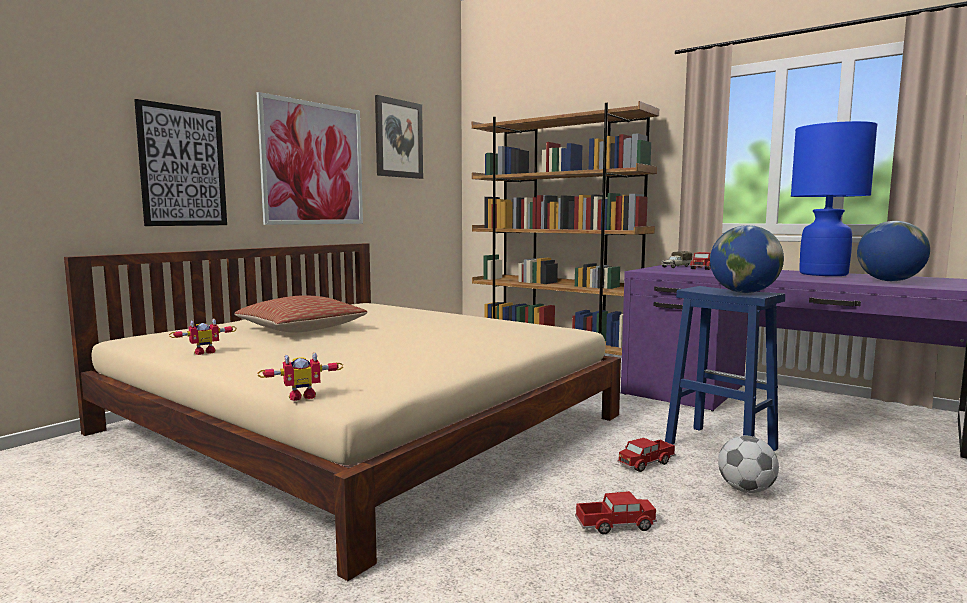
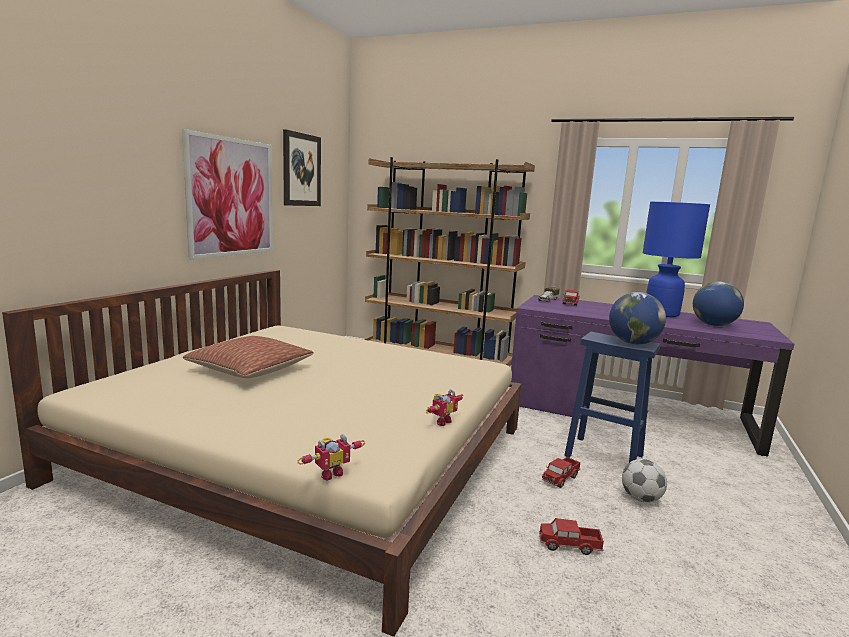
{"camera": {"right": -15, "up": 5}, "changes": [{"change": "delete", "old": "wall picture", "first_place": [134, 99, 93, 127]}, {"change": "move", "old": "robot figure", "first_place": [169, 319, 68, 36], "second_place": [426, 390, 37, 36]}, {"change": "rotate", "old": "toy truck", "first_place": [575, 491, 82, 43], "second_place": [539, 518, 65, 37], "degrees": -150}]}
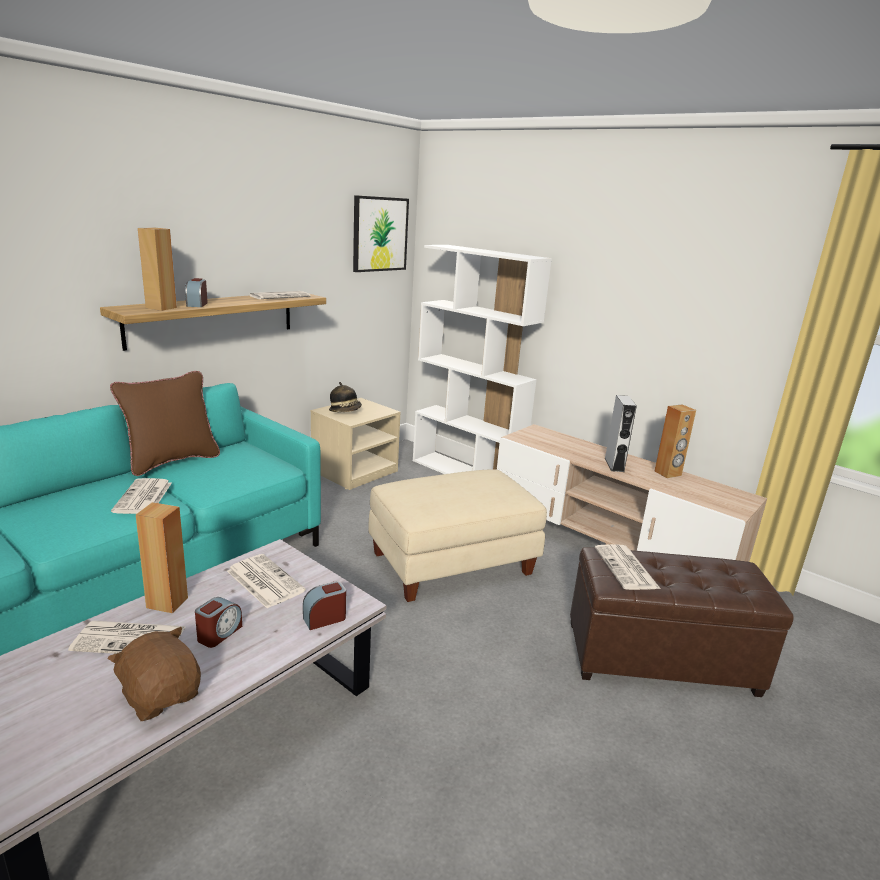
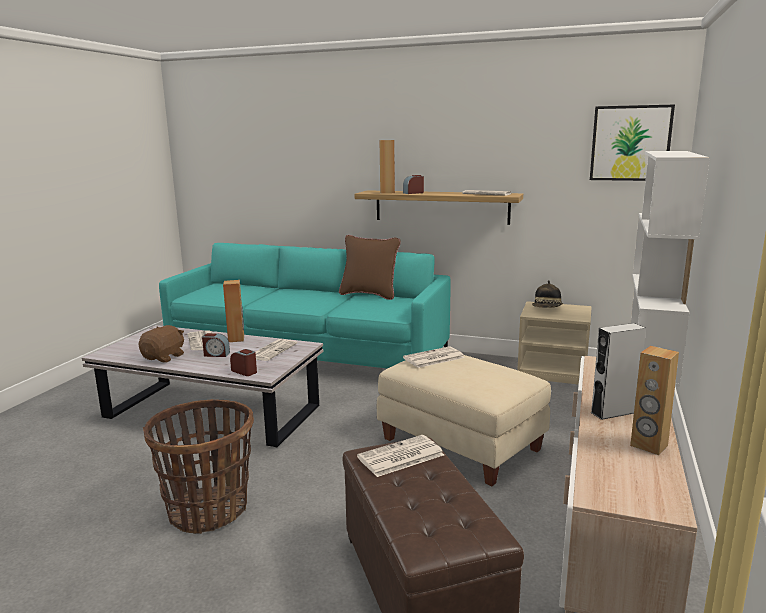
{"camera": {"right": 70, "up": -5}, "changes": [{"change": "move", "old": "newspaper", "first_place": [111, 478, 61, 36], "second_place": [403, 346, 62, 22]}, {"change": "insert", "new": "household basket", "second_place": [143, 399, 111, 135]}]}
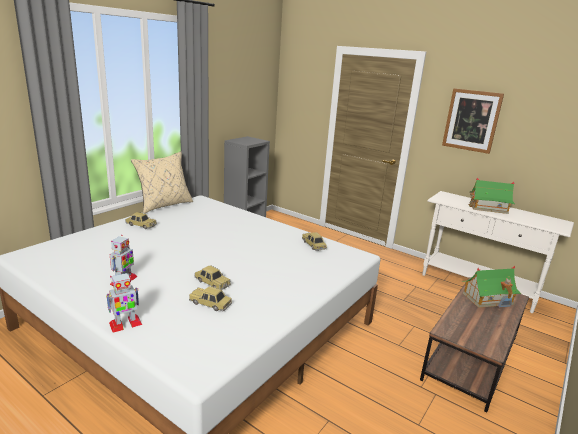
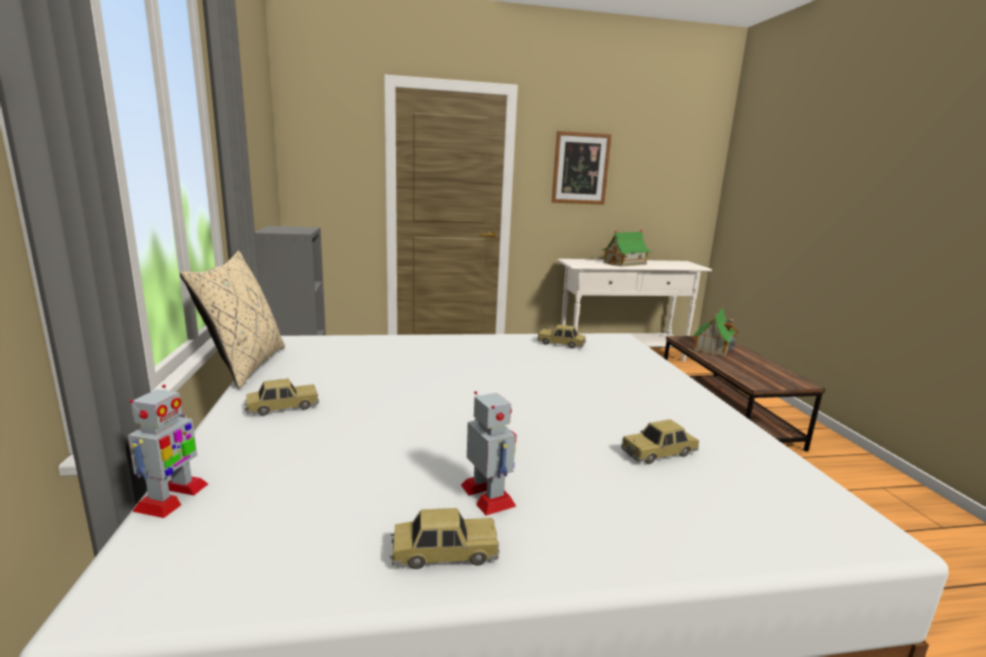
{"camera": {"right": -45, "up": -5}, "changes": [{"change": "move", "old": "toy car", "first_place": [195, 265, 36, 25], "second_place": [389, 508, 110, 61]}, {"change": "move", "old": "robot figure", "first_place": [106, 272, 36, 61], "second_place": [127, 385, 81, 133]}]}
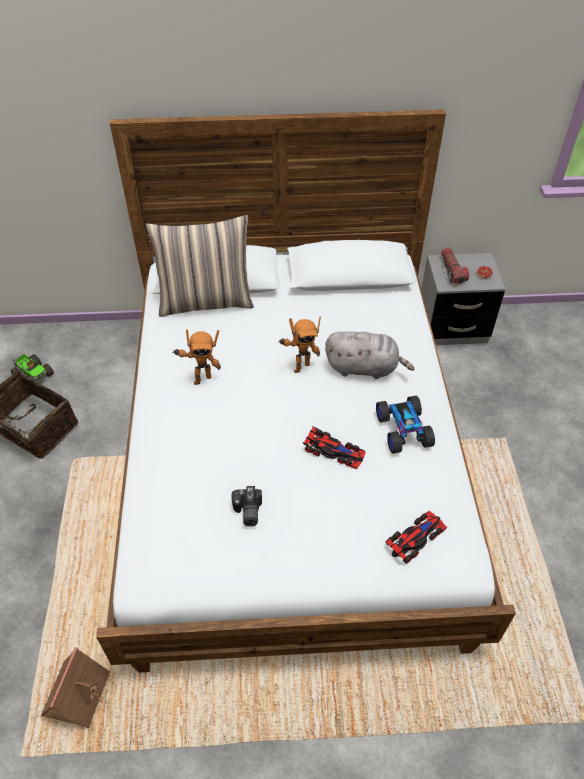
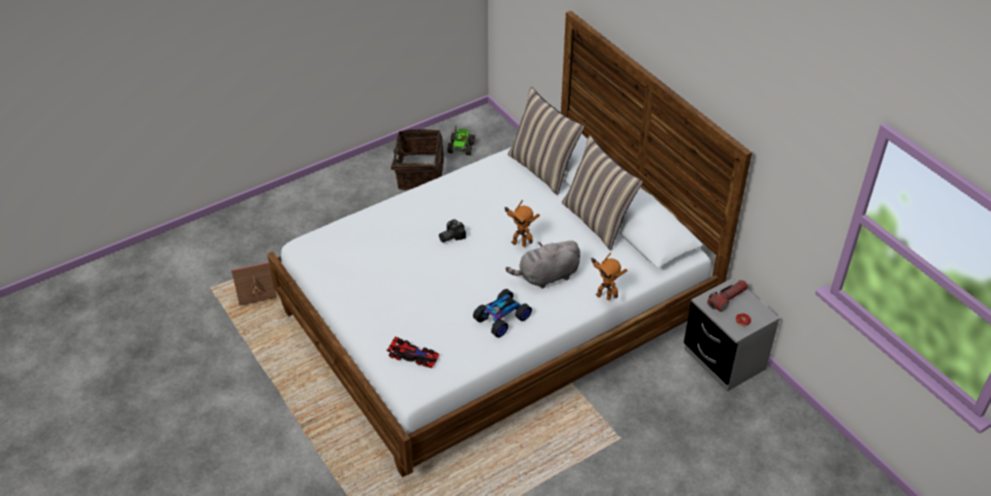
{"camera": {"right": 60, "up": -5}, "changes": [{"change": "move", "old": "robot figure", "first_place": [172, 329, 49, 56], "second_place": [592, 252, 36, 48]}, {"change": "rotate", "old": "soft toy in gray", "first_place": [325, 331, 89, 48], "second_place": [506, 240, 74, 49], "degrees": 90}, {"change": "delete", "old": "toy car", "first_place": [303, 426, 63, 43]}, {"change": "move", "old": "still camera", "first_place": [231, 486, 31, 41], "second_place": [439, 219, 27, 24]}, {"change": "insert", "new": "pillow", "second_place": [562, 135, 81, 115]}]}
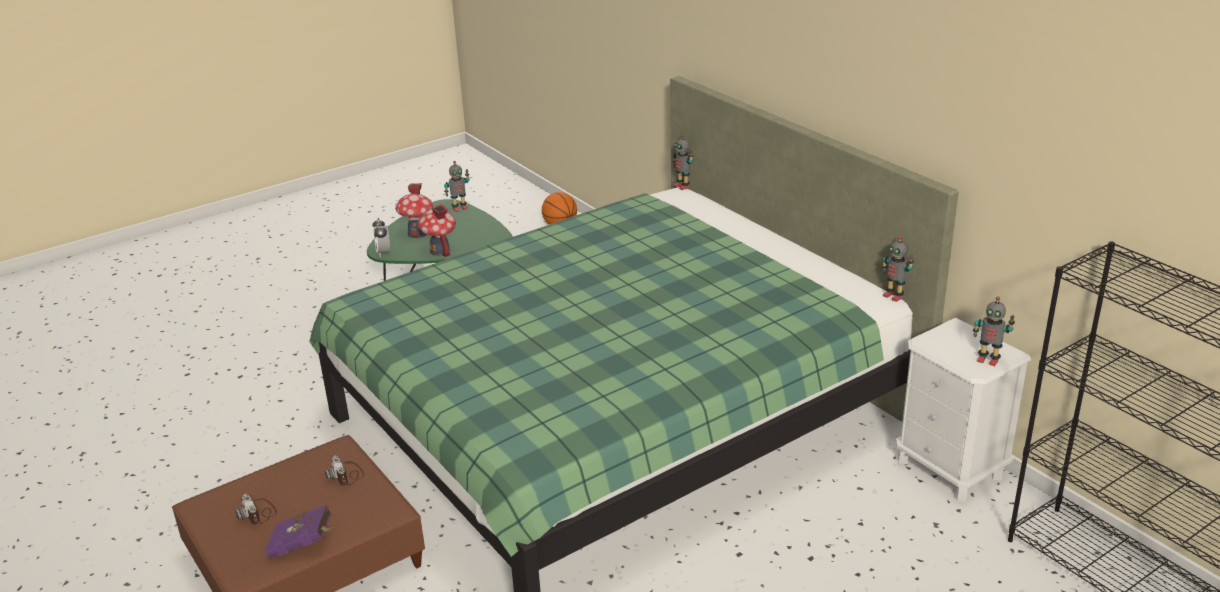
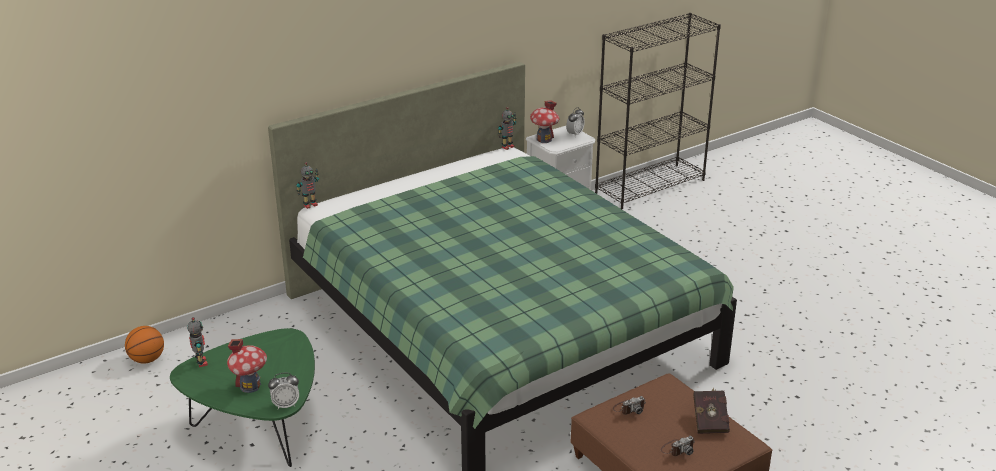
{"camera": {"right": -90, "up": 0}, "changes": [{"change": "move", "old": "miniature house", "first_place": [417, 204, 39, 53], "second_place": [530, 100, 29, 43]}, {"change": "replace", "old": "robot figure", "new": "table clock", "first_place": [973, 297, 42, 69], "second_place": [566, 107, 19, 30]}, {"change": "recolor", "old": "volume in purple-coloured", "new": "volume in reddish", "first_place": [265, 505, 70, 53], "second_place": [693, 388, 37, 46]}]}
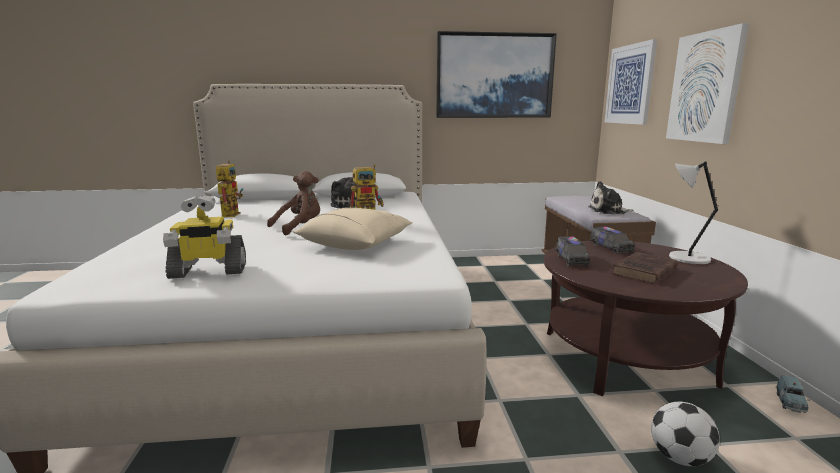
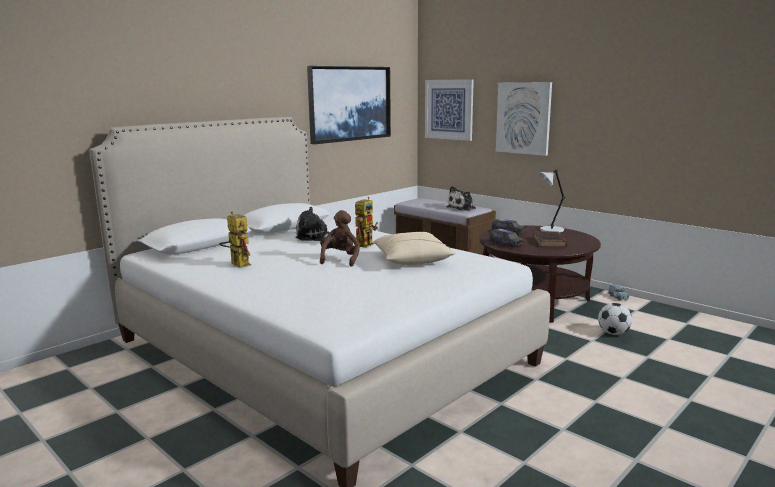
{"camera": {"right": -40, "up": 0}, "changes": [{"change": "delete", "old": "robot figure", "first_place": [163, 195, 83, 84]}]}
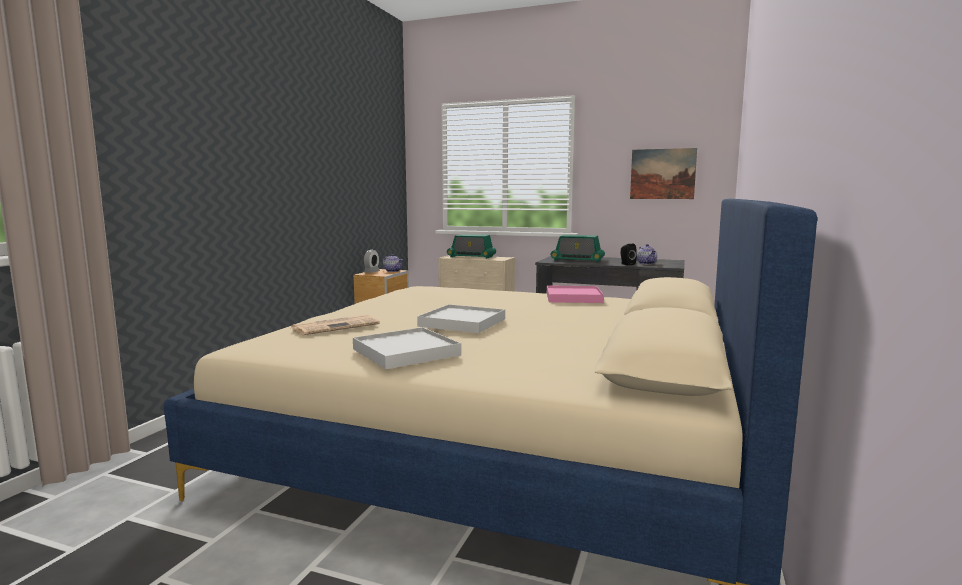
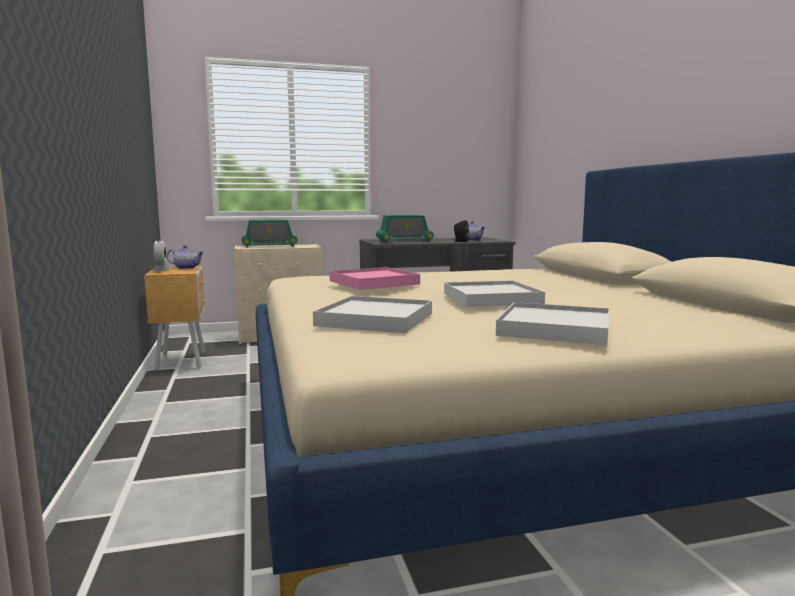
{"camera": {"right": -35, "up": 0}, "changes": [{"change": "delete", "old": "wall picture", "first_place": [630, 148, 67, 51]}, {"change": "move", "old": "tray in pink-coloured", "first_place": [547, 285, 57, 18], "second_place": [329, 267, 91, 23]}, {"change": "replace", "old": "newspaper", "new": "tray in white-coloured", "first_place": [291, 315, 89, 20], "second_place": [313, 296, 119, 37]}]}
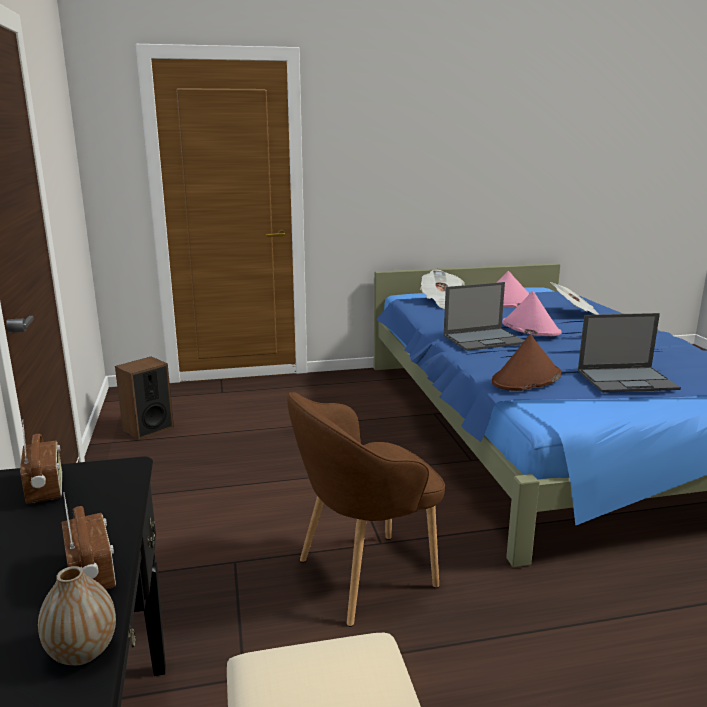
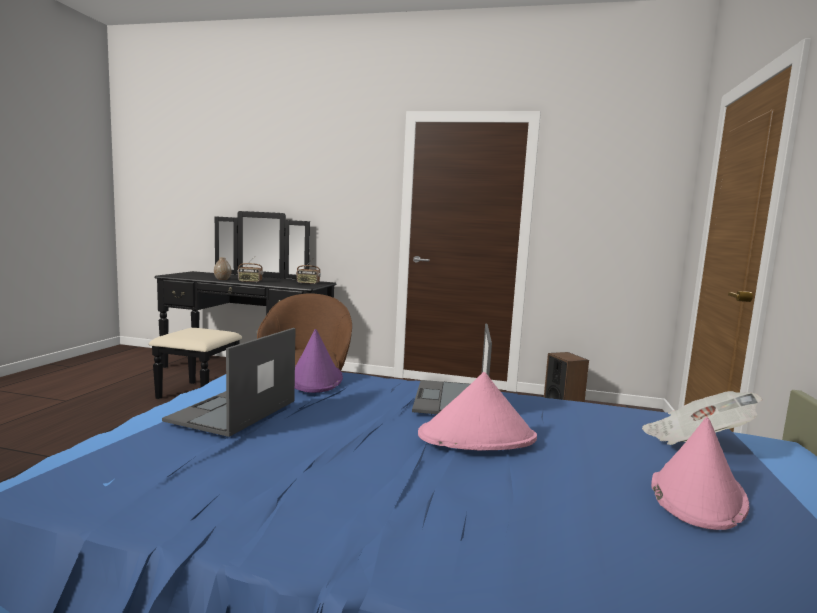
{"camera": {"right": 115, "up": -10}, "changes": [{"change": "delete", "old": "newspaper", "first_place": [550, 282, 48, 33]}, {"change": "recolor", "old": "hat in brown", "new": "hat in purple-coloured", "first_place": [492, 334, 69, 57], "second_place": [295, 329, 48, 64]}]}
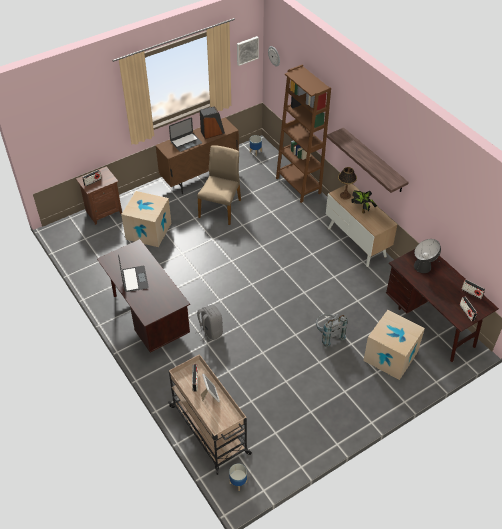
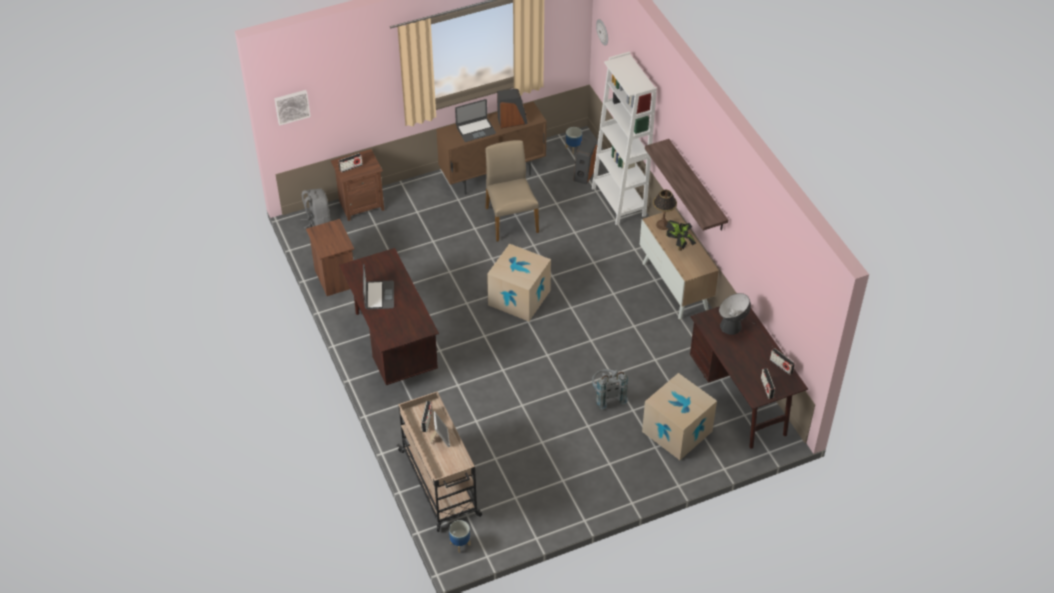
{"camera": {"right": 10, "up": 0}, "changes": [{"change": "move", "old": "wall picture", "first_place": [237, 36, 22, 30], "second_place": [274, 90, 37, 36]}, {"change": "recolor", "old": "bookcase in brown", "new": "bookcase in white-coloured", "first_place": [276, 65, 55, 138], "second_place": [592, 52, 65, 173]}, {"change": "rotate", "old": "chair in sand-coloured", "first_place": [198, 145, 43, 80], "second_place": [485, 140, 54, 102], "degrees": -45}, {"change": "move", "old": "packing box", "first_place": [121, 191, 50, 56], "second_place": [487, 244, 64, 77]}, {"change": "move", "old": "rucksack in gray", "first_place": [195, 305, 28, 36], "second_place": [301, 189, 29, 39]}, {"change": "insert", "new": "audio speaker", "second_place": [573, 139, 24, 45]}, {"change": "insert", "new": "nightstand in brown", "second_place": [306, 219, 48, 77]}]}
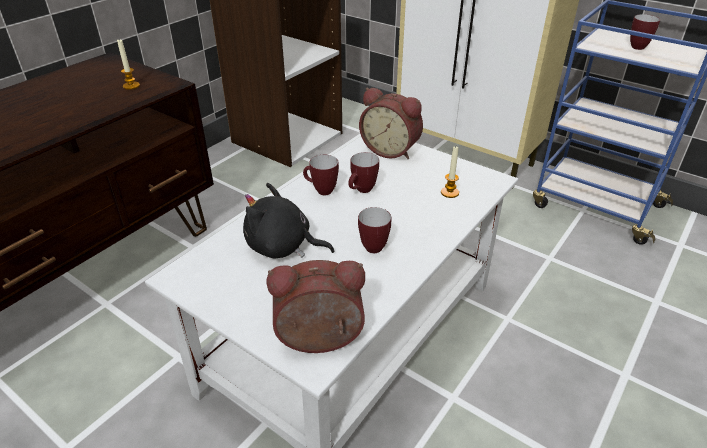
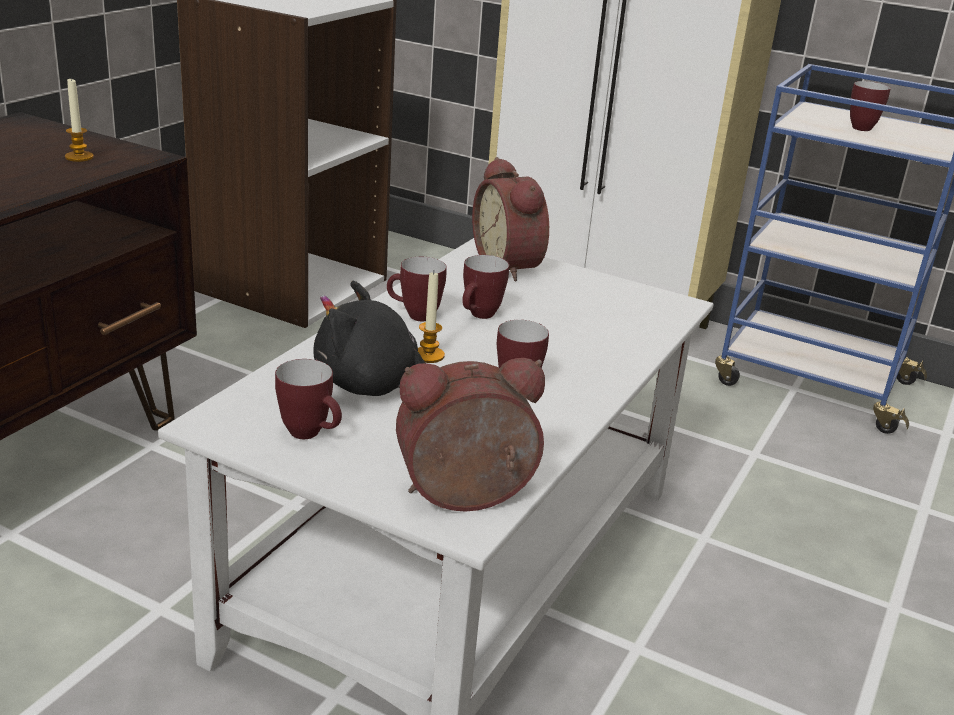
{"camera": {"right": -10, "up": -10}, "changes": [{"change": "rotate", "old": "table clock", "first_place": [359, 87, 64, 72], "second_place": [472, 157, 77, 124], "degrees": 45}, {"change": "move", "old": "wax candle", "first_place": [441, 146, 18, 52], "second_place": [418, 271, 27, 92]}, {"change": "insert", "new": "coffee mug", "second_place": [275, 359, 67, 80]}]}
